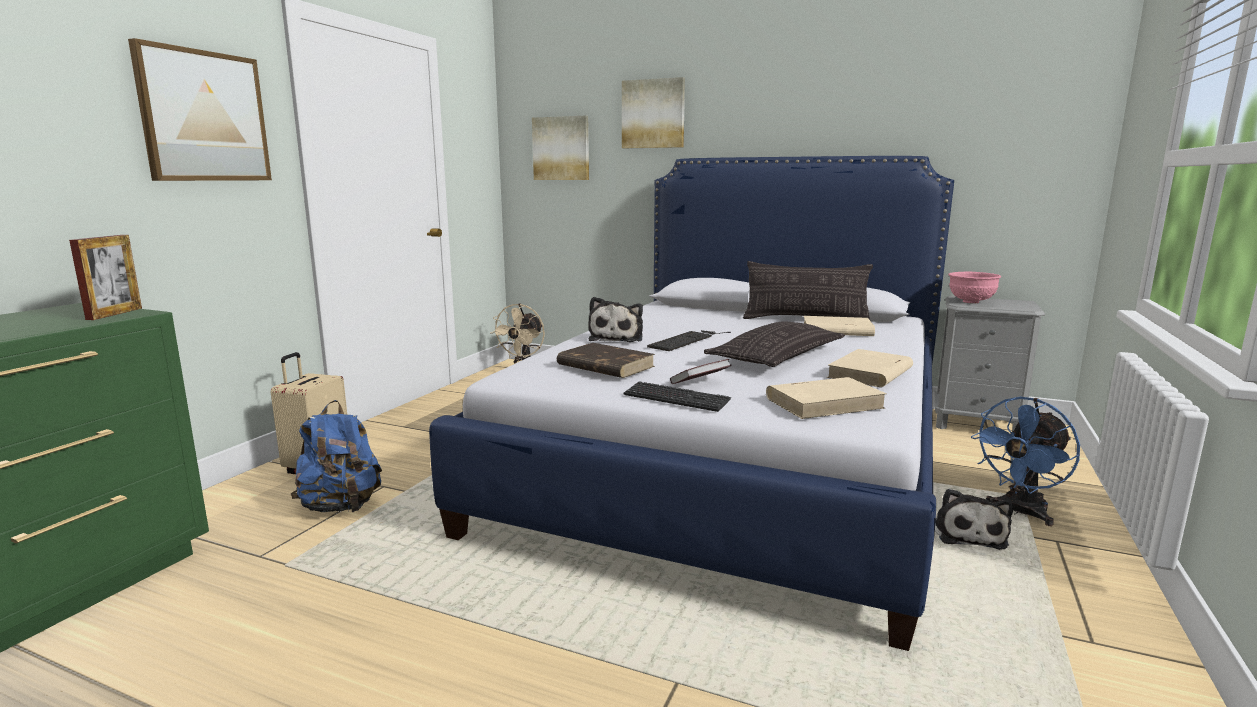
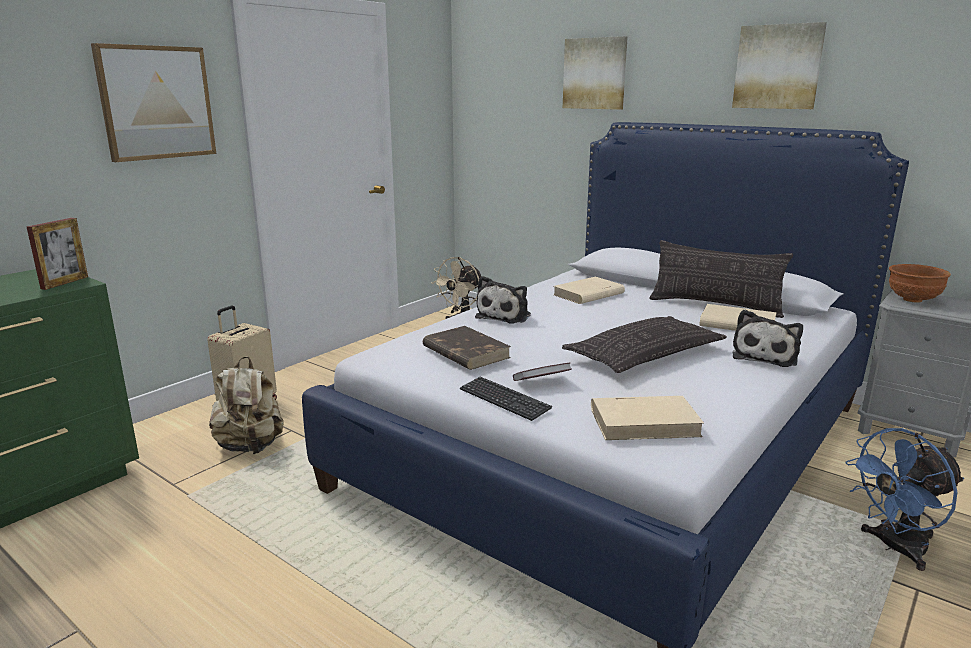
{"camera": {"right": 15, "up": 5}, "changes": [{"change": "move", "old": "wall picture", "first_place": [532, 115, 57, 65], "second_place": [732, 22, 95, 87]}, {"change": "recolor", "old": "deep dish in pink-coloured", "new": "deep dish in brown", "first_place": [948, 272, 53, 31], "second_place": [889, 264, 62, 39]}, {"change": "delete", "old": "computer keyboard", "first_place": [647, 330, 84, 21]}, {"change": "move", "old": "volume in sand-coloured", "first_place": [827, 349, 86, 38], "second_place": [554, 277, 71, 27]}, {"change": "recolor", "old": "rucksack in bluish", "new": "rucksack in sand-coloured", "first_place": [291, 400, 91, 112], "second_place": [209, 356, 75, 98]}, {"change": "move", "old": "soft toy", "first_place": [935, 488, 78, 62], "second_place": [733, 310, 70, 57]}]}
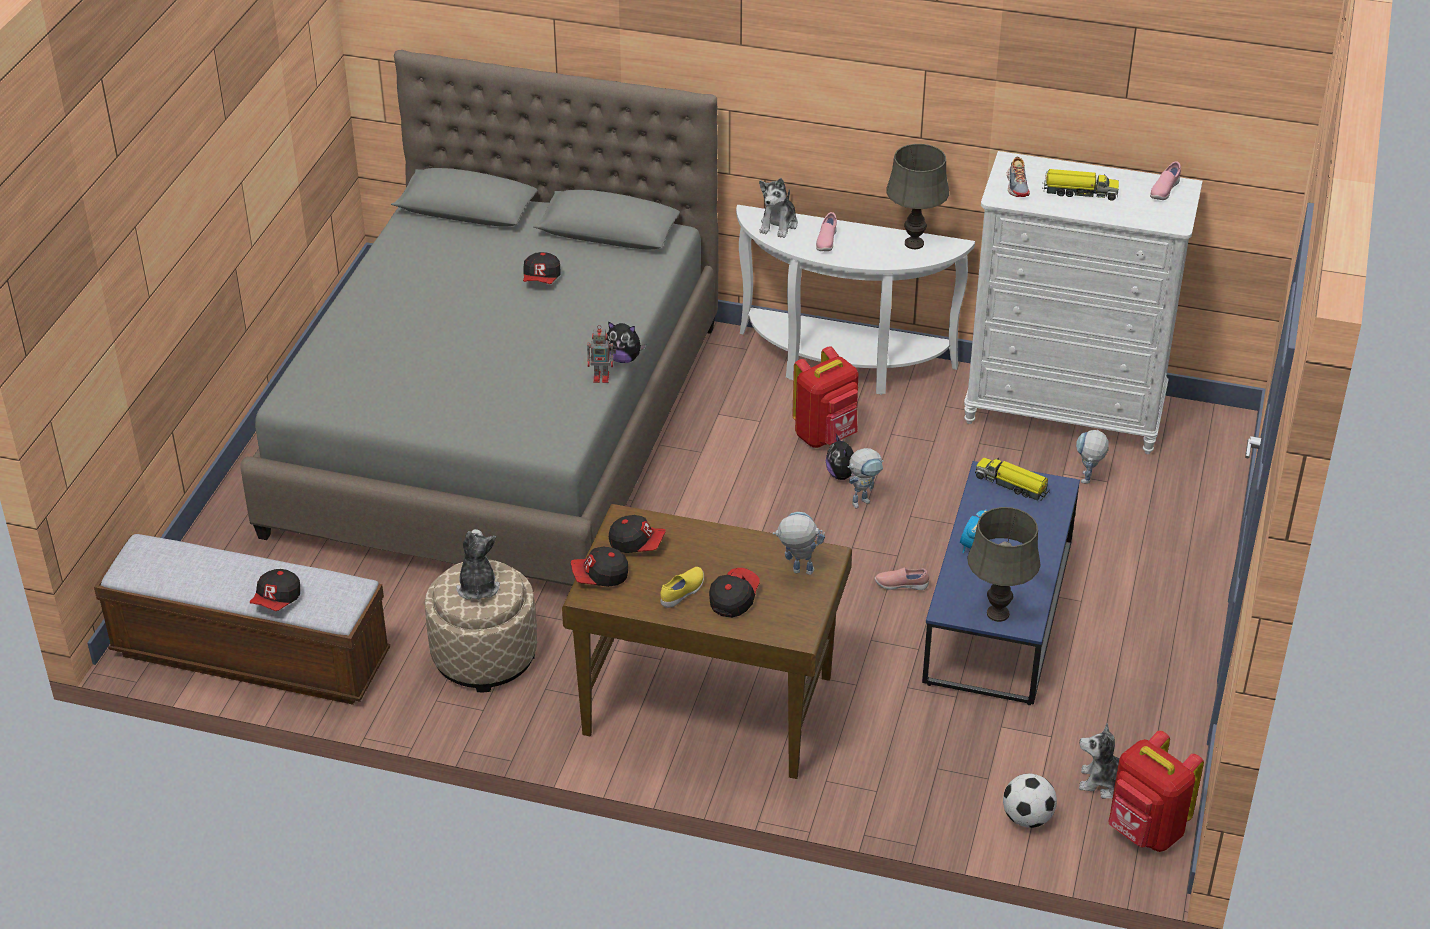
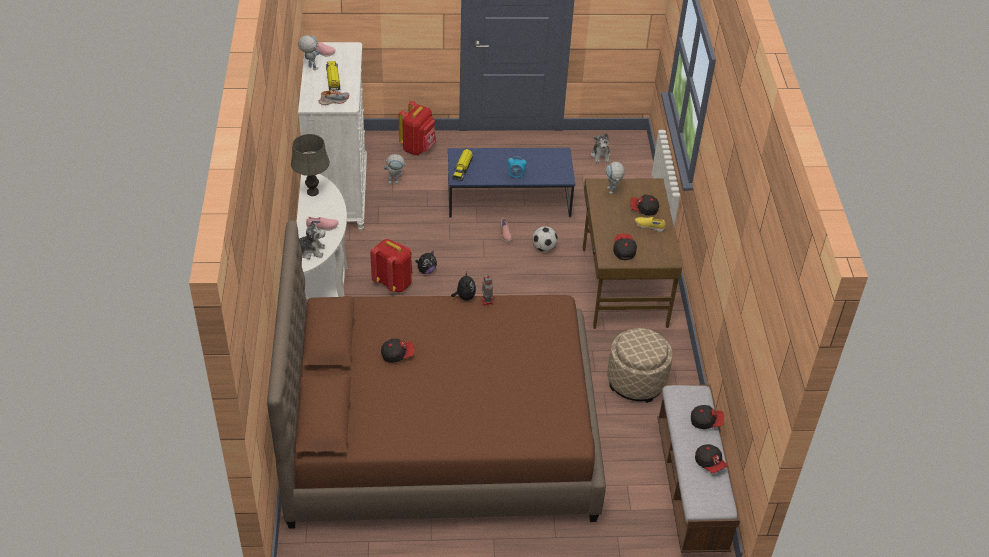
{"camera": {"right": -110, "up": 5}, "changes": [{"change": "recolor", "old": "sleeping bed in gray", "new": "sleeping bed in brown", "first_place": [240, 50, 478, 536], "second_place": [267, 220, 339, 309]}, {"change": "move", "old": "robot figure", "first_place": [847, 448, 37, 60], "second_place": [298, 35, 22, 35]}, {"change": "delete", "old": "lamp for a table in gray", "first_place": [967, 507, 74, 115]}, {"change": "delete", "old": "soft toy", "first_place": [456, 529, 44, 70]}, {"change": "move", "old": "baseball cap", "first_place": [571, 546, 57, 41], "second_place": [695, 444, 33, 29]}, {"change": "move", "old": "rucksack in reddish", "first_place": [1108, 730, 96, 122], "second_place": [399, 101, 37, 54]}, {"change": "move", "old": "football", "first_place": [1003, 773, 54, 55], "second_place": [532, 226, 26, 26]}]}
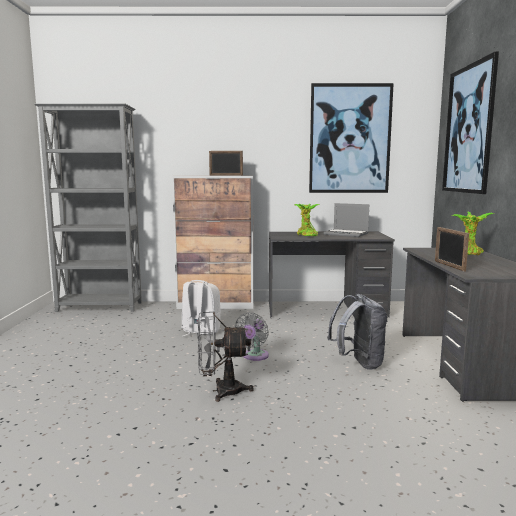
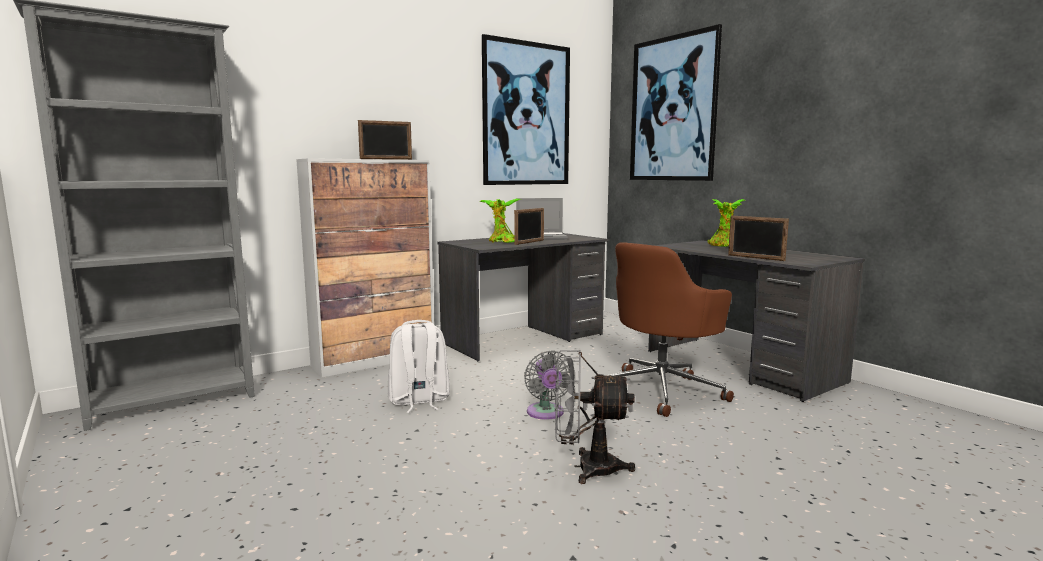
{"camera": {"right": -35, "up": 0}, "changes": [{"change": "replace", "old": "rucksack in gray", "new": "computer chair in brown", "first_place": [327, 294, 60, 76], "second_place": [605, 242, 129, 175]}, {"change": "rotate", "old": "cooling fan in gray", "first_place": [197, 311, 57, 91], "second_place": [555, 350, 80, 134], "degrees": 45}, {"change": "insert", "new": "standing frame", "second_place": [514, 208, 30, 37]}]}
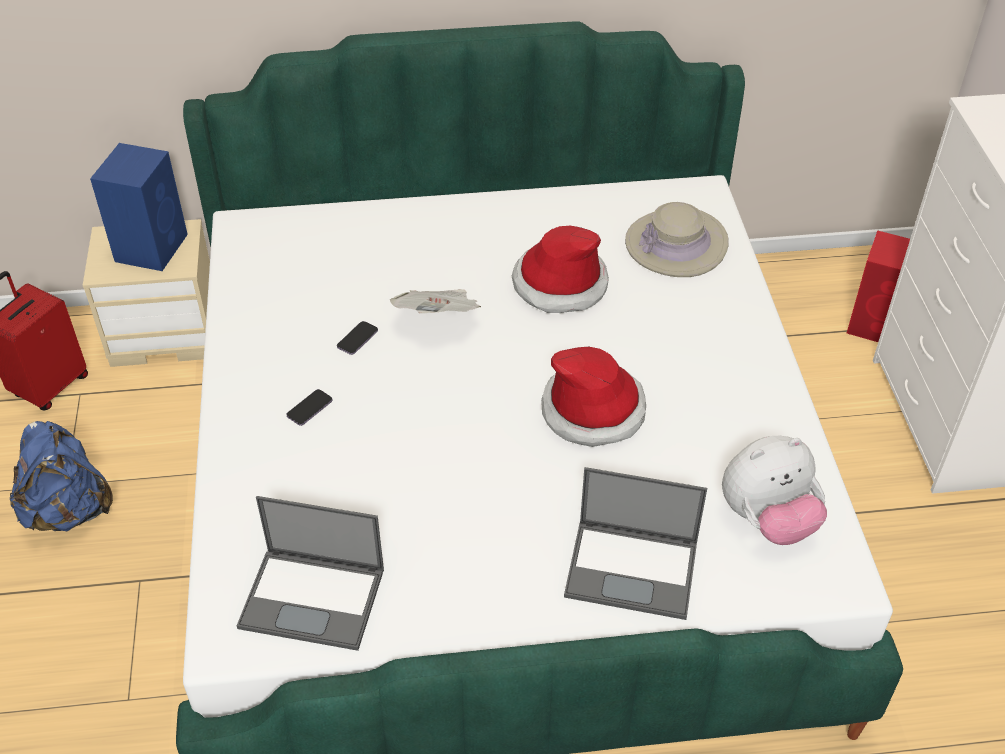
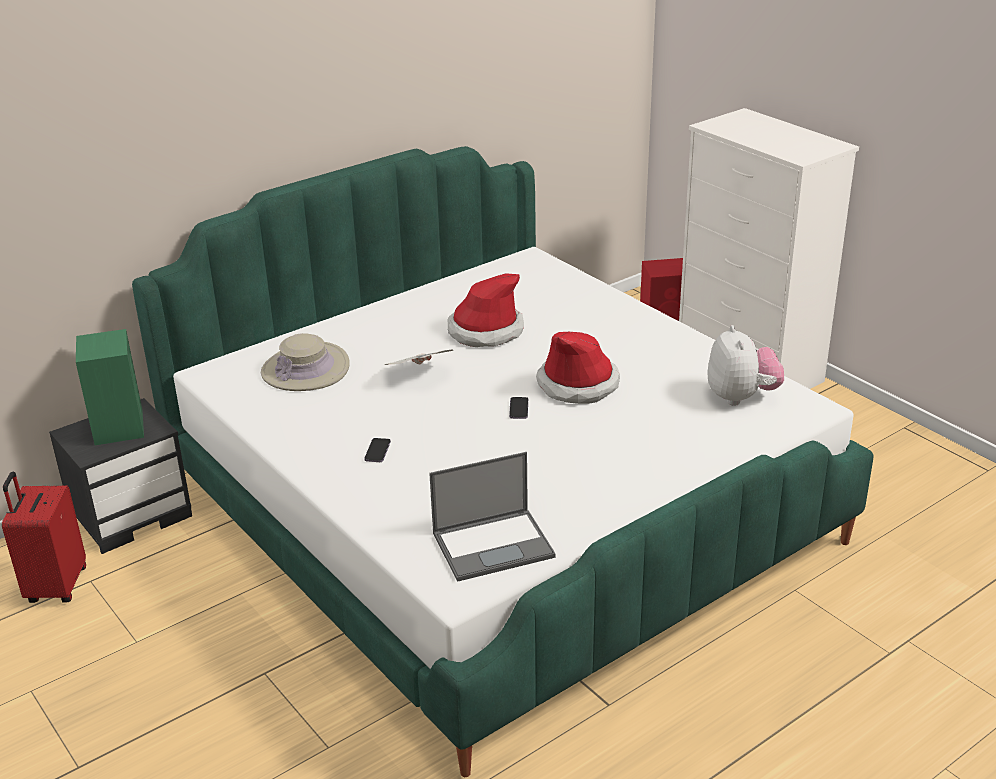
{"camera": {"right": -30, "up": -15}, "changes": [{"change": "recolor", "old": "audio speaker in bluish", "new": "audio speaker in green", "first_place": [90, 143, 98, 128], "second_place": [76, 329, 68, 116]}, {"change": "move", "old": "hat in sand-coloured", "first_place": [625, 202, 104, 75], "second_place": [261, 333, 88, 58]}, {"change": "recolor", "old": "nightstand in sand-coloured", "new": "nightstand in blackish", "first_place": [83, 219, 127, 148], "second_place": [49, 398, 143, 156]}, {"change": "move", "old": "phone", "first_place": [337, 321, 41, 34], "second_place": [509, 397, 19, 22]}, {"change": "delete", "old": "rucksack in bluish", "first_place": [10, 421, 103, 110]}, {"change": "rotate", "old": "soft toy", "first_place": [722, 436, 105, 109], "second_place": [707, 325, 77, 81], "degrees": -45}, {"change": "delete", "old": "portable computer", "first_place": [564, 467, 143, 153]}]}
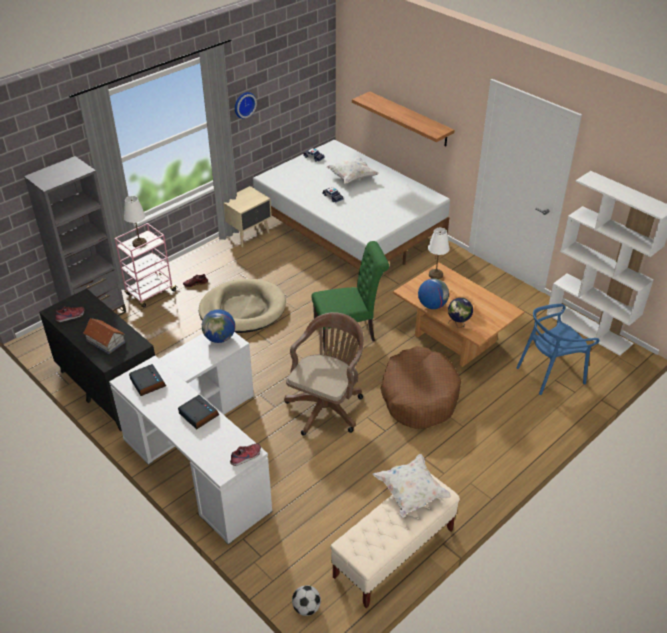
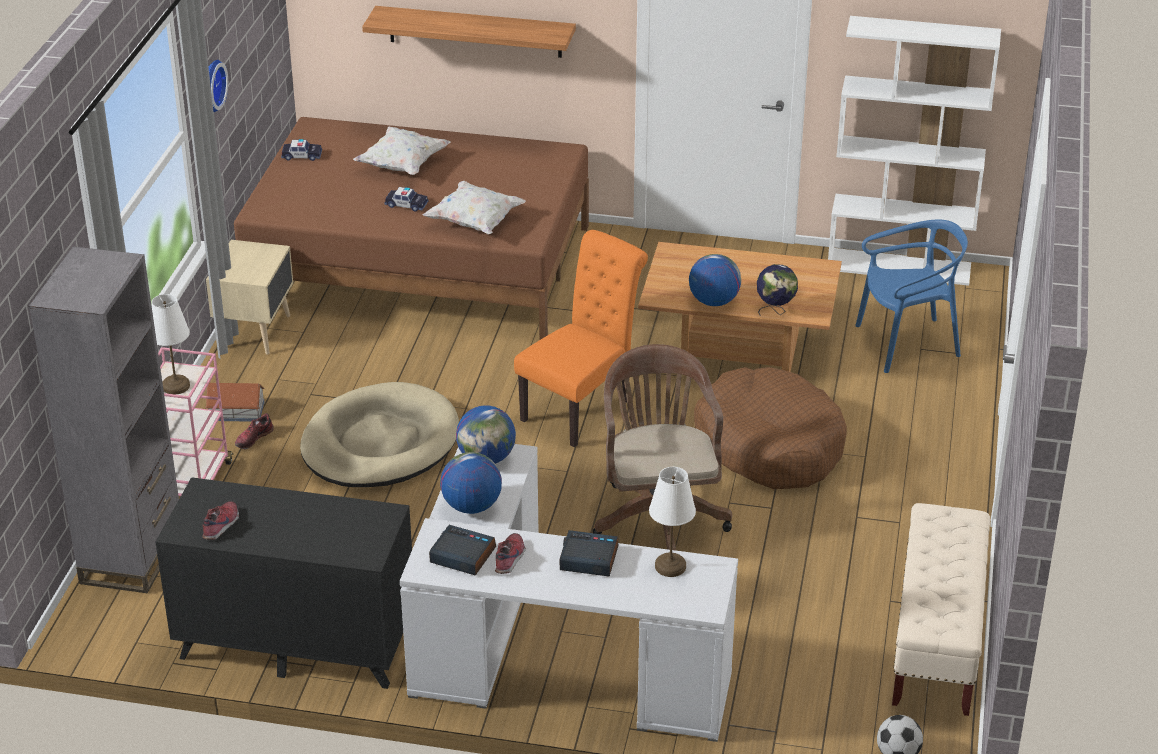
{"camera": {"right": -35, "up": -5}, "changes": [{"change": "recolor", "old": "sleeping bed in white-coloured", "new": "sleeping bed in brown", "first_place": [253, 140, 197, 130], "second_place": [234, 117, 355, 223]}, {"change": "move", "old": "lamp for a table in white-coloured", "first_place": [428, 228, 22, 51], "second_place": [649, 467, 47, 110]}, {"change": "recolor", "old": "chair in green", "new": "chair in orange", "first_place": [312, 241, 77, 109], "second_place": [514, 230, 134, 217]}, {"change": "rotate", "old": "chair in bluish", "first_place": [516, 304, 84, 91], "second_place": [855, 220, 113, 153], "degrees": -135}, {"change": "move", "old": "miniature house", "first_place": [83, 318, 42, 36], "second_place": [205, 383, 60, 39]}, {"change": "move", "old": "shoe", "first_place": [230, 443, 31, 23], "second_place": [495, 533, 31, 41]}, {"change": "move", "old": "pillow in white-coloured", "first_place": [373, 454, 78, 63], "second_place": [423, 181, 103, 53]}, {"change": "insert", "new": "desk globe", "second_place": [440, 452, 62, 62]}]}
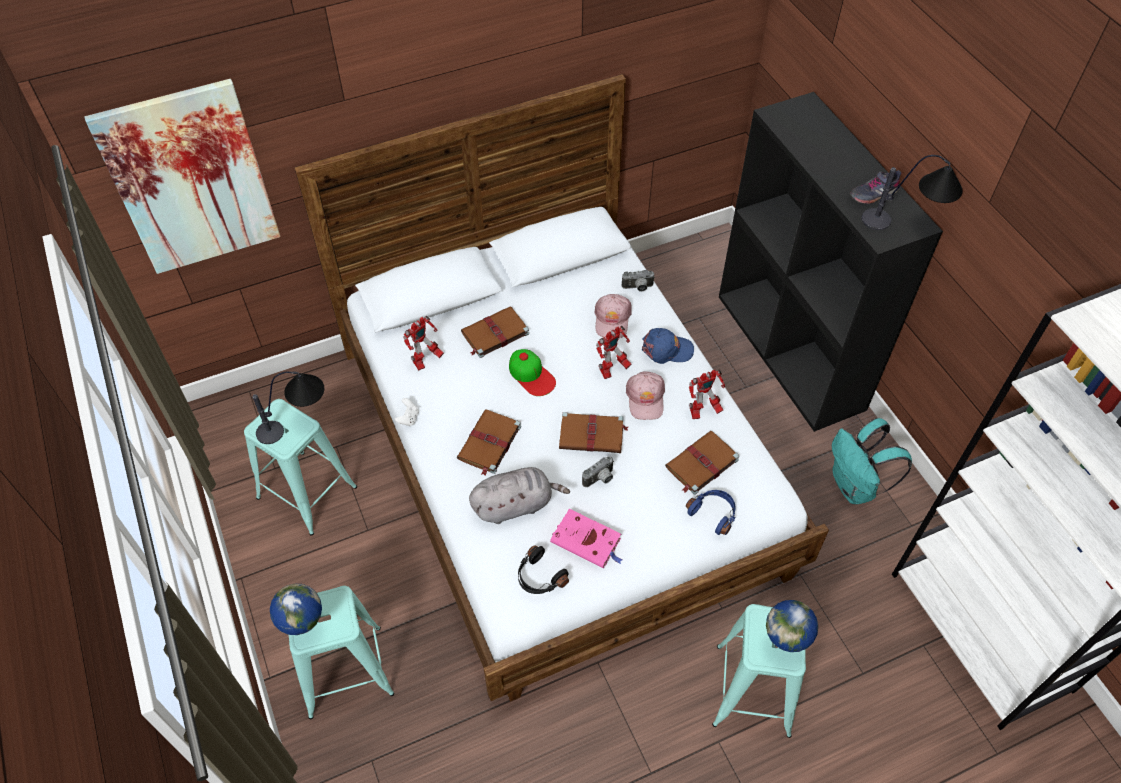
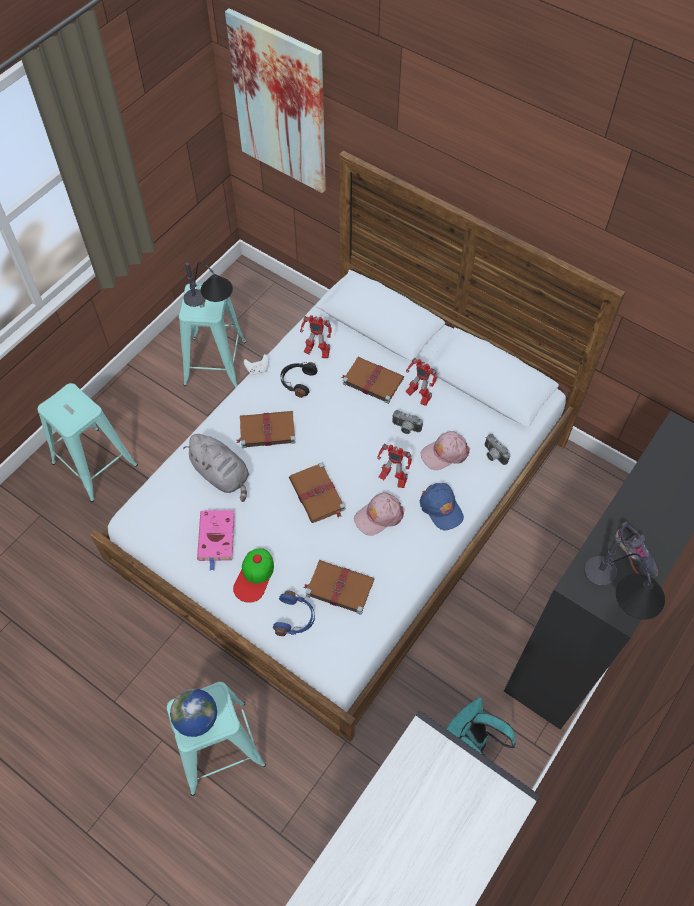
{"camera": {"right": 60, "up": 5}, "changes": [{"change": "rotate", "old": "shoe in gray", "first_place": [850, 170, 51, 34], "second_place": [615, 522, 43, 57], "degrees": -150}, {"change": "move", "old": "baseball cap", "first_place": [509, 349, 47, 47], "second_place": [233, 548, 41, 55]}, {"change": "move", "old": "robot figure", "first_place": [689, 369, 36, 50], "second_place": [406, 358, 32, 48]}, {"change": "move", "old": "still camera", "first_place": [582, 456, 32, 31], "second_place": [392, 410, 31, 24]}, {"change": "move", "old": "headset in blackish", "first_place": [518, 545, 51, 49], "second_place": [281, 362, 37, 36]}, {"change": "delete", "old": "desk globe", "first_place": [270, 584, 52, 51]}]}
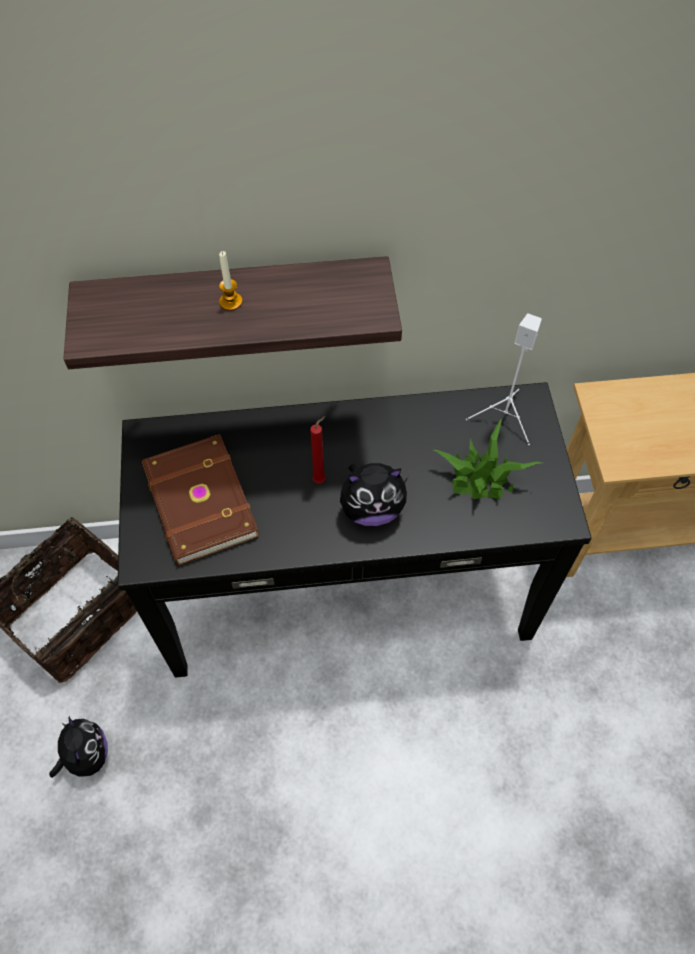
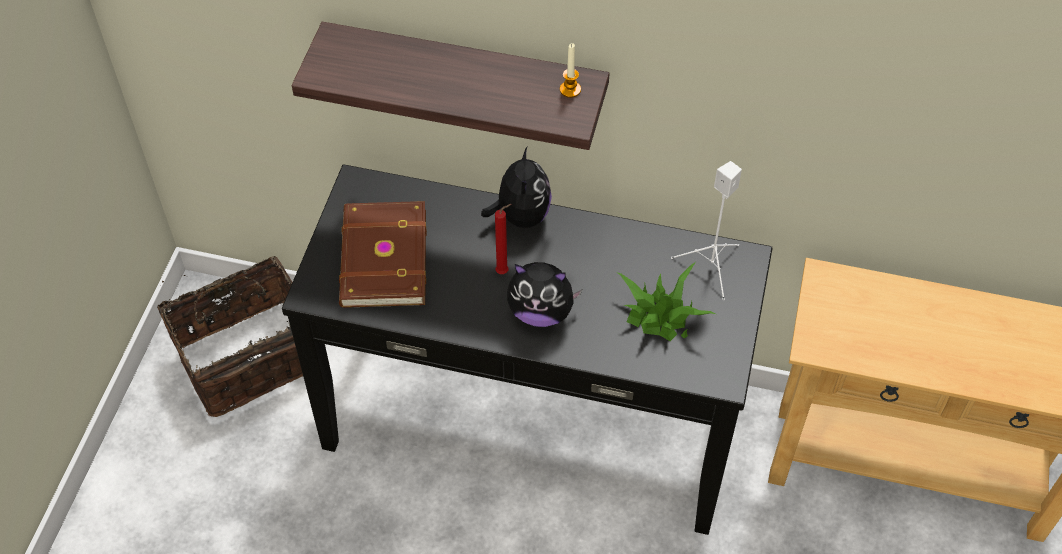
{"camera": {"right": 20, "up": -5}, "changes": [{"change": "move", "old": "wax candle", "first_place": [219, 251, 23, 60], "second_place": [560, 43, 21, 55]}, {"change": "move", "old": "soft toy", "first_place": [49, 716, 59, 62], "second_place": [481, 147, 71, 81]}]}
